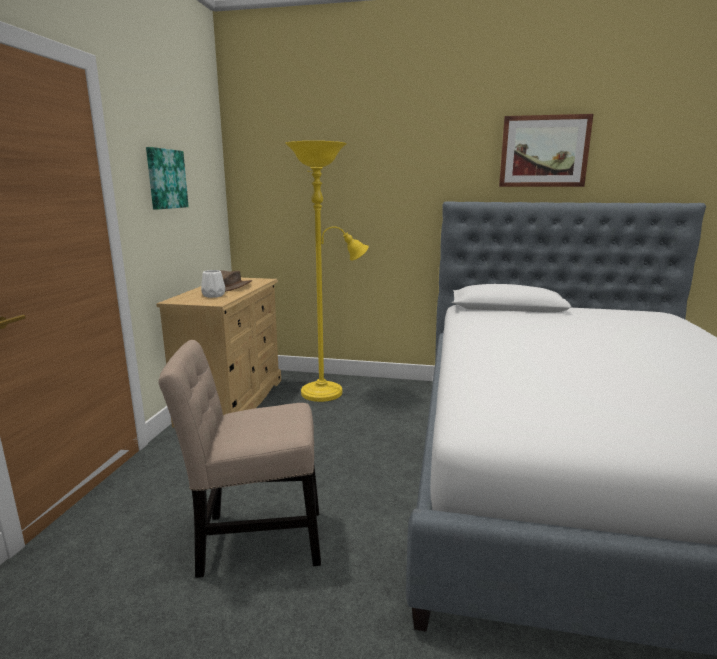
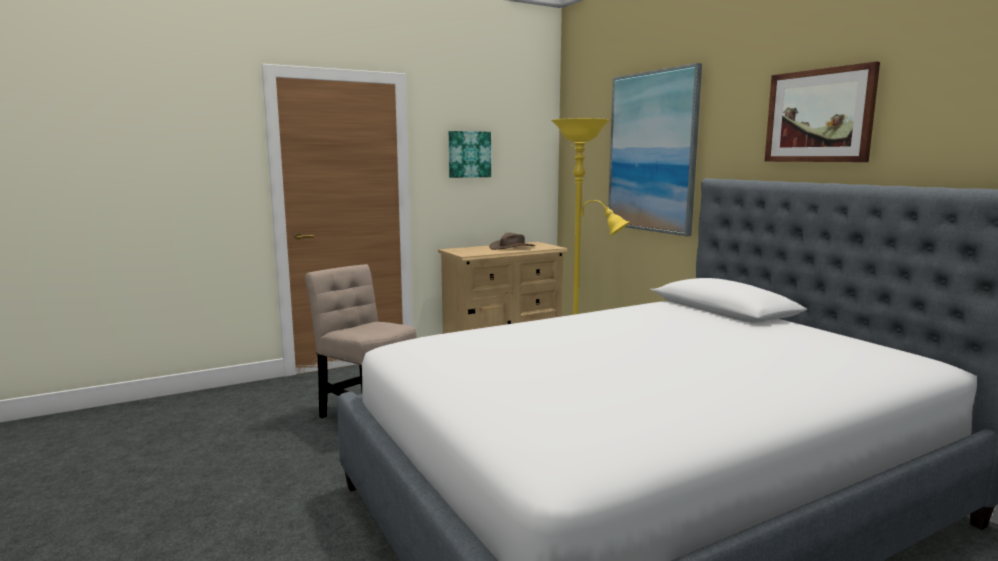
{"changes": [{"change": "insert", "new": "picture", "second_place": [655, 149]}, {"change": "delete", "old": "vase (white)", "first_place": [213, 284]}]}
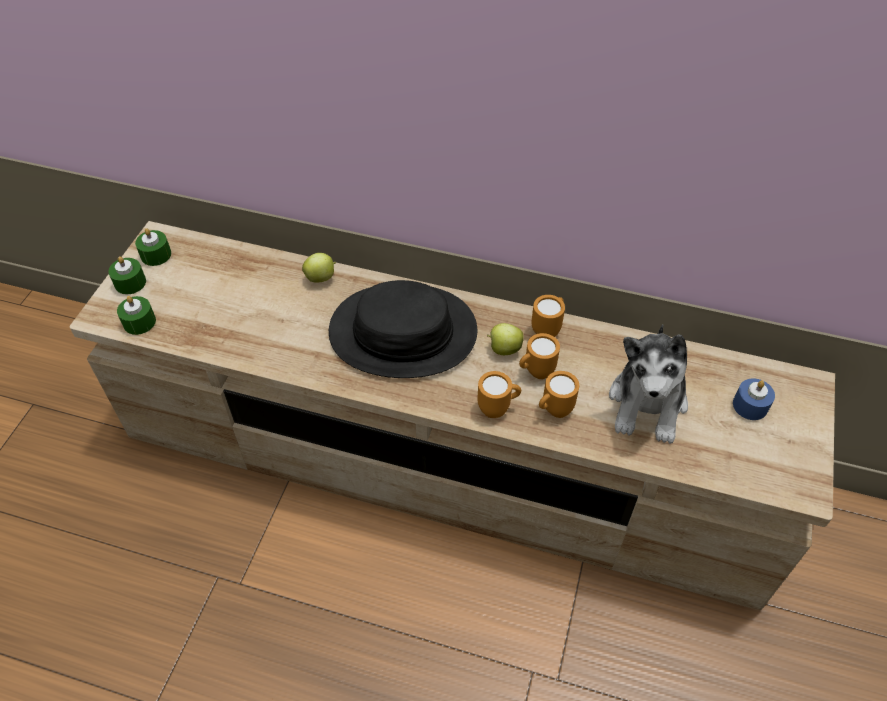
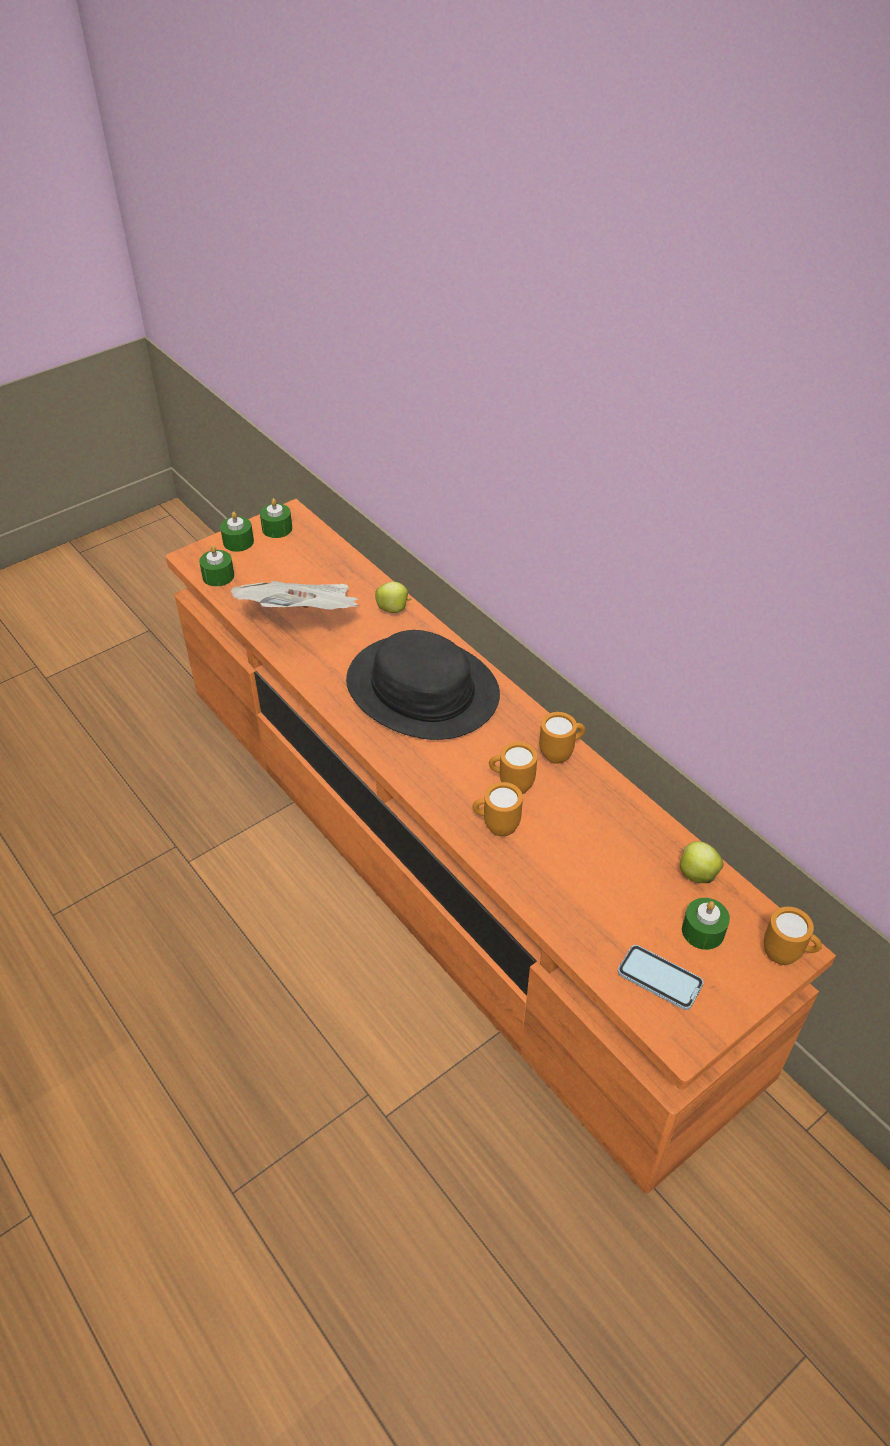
{"changes": [{"change": "recolor", "old": "tv stand (beige)", "new": "tv stand (orange)", "first_place": [452, 415], "second_place": [501, 846]}, {"change": "insert", "new": "newspaper", "second_place": [295, 595]}, {"change": "insert", "new": "phone", "second_place": [661, 977]}, {"change": "move", "old": "apple", "first_place": [505, 339], "second_place": [702, 862]}, {"change": "recolor", "old": "candle (blue)", "new": "candle (green)", "first_place": [754, 399], "second_place": [706, 924]}, {"change": "move", "old": "mug (orange)", "first_place": [499, 394], "second_place": [793, 936]}, {"change": "delete", "old": "plush toy", "first_place": [648, 384]}]}
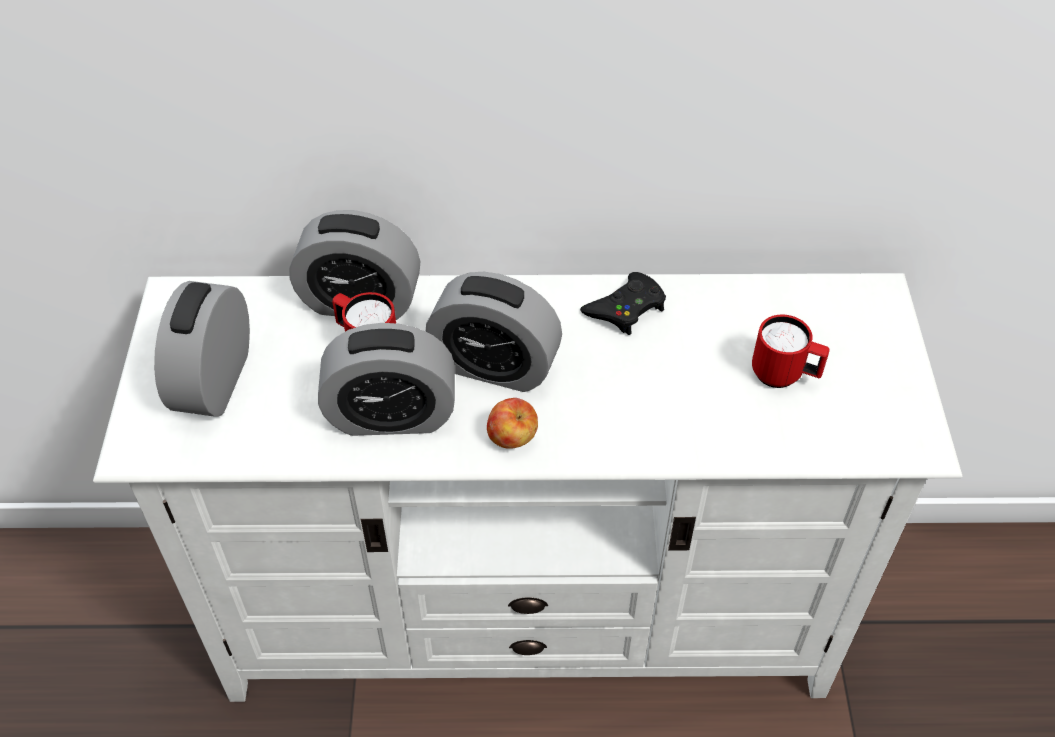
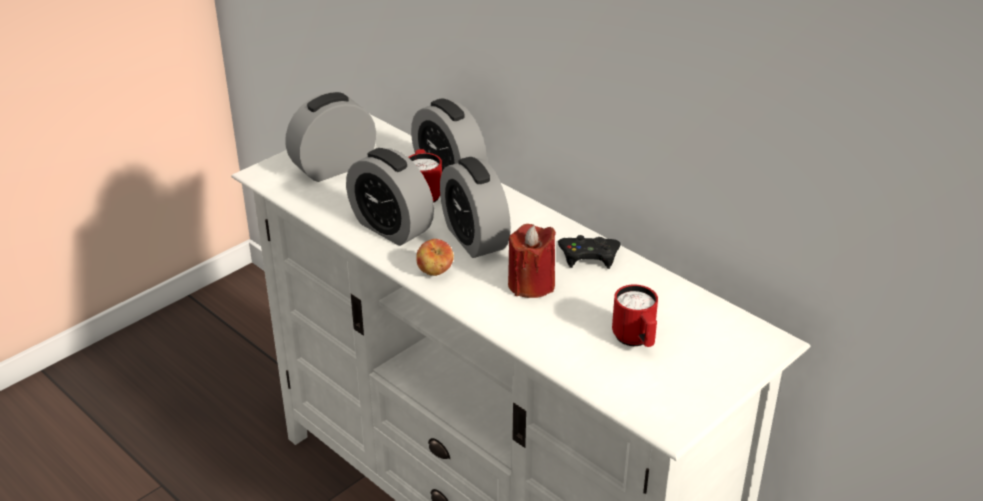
{"changes": [{"change": "insert", "new": "candle (red)", "second_place": [532, 261]}]}
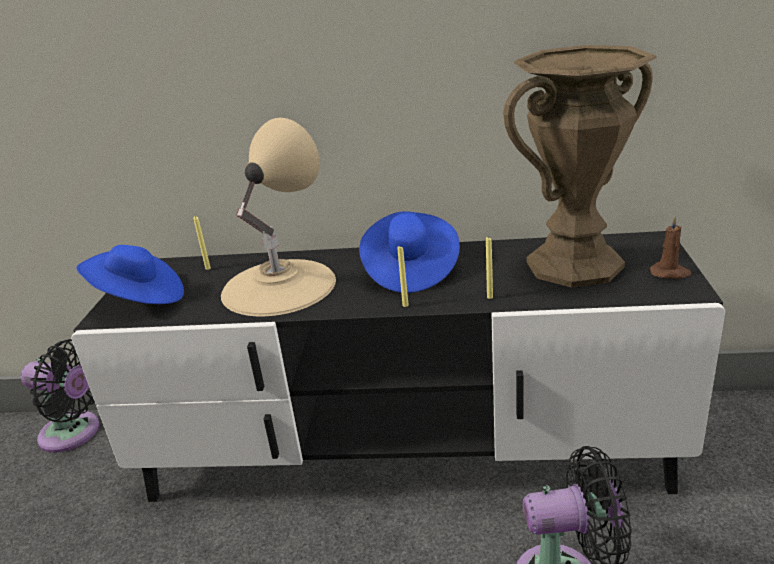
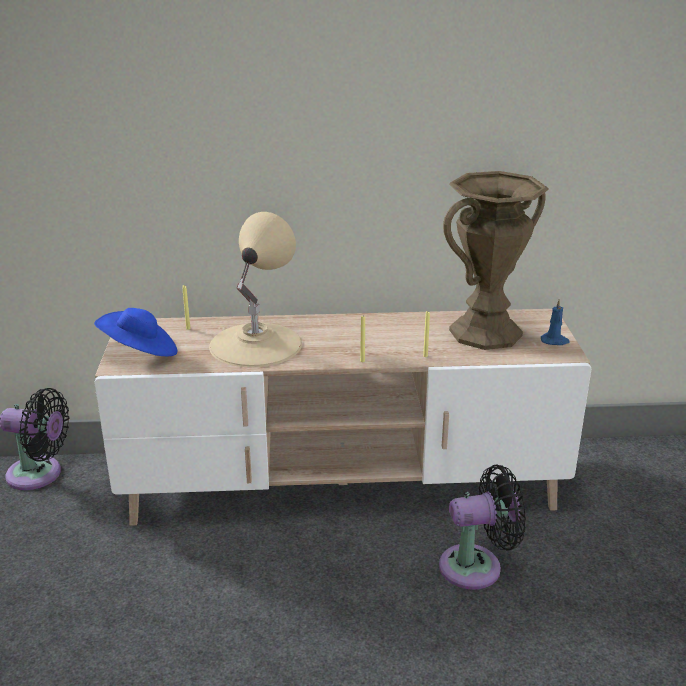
{"changes": [{"change": "recolor", "old": "tv stand (black)", "new": "tv stand (beige)", "first_place": [398, 366], "second_place": [342, 417]}, {"change": "recolor", "old": "candle (brown)", "new": "candle (blue)", "first_place": [670, 247], "second_place": [555, 322]}, {"change": "delete", "old": "hat (blue)", "first_place": [409, 252]}]}
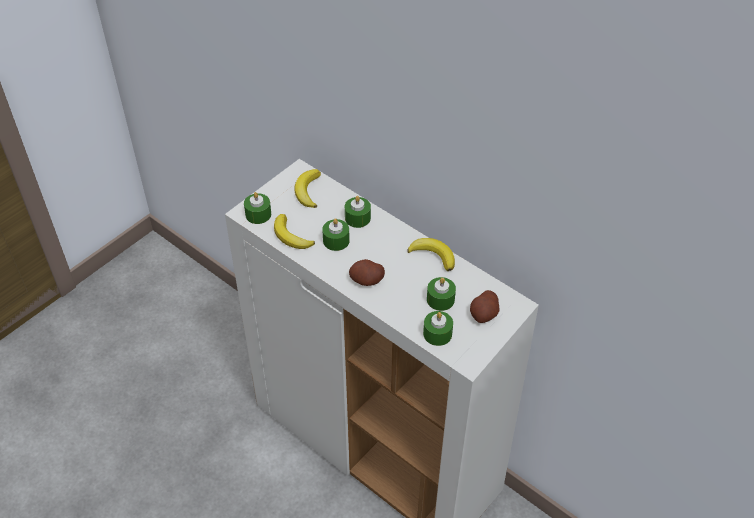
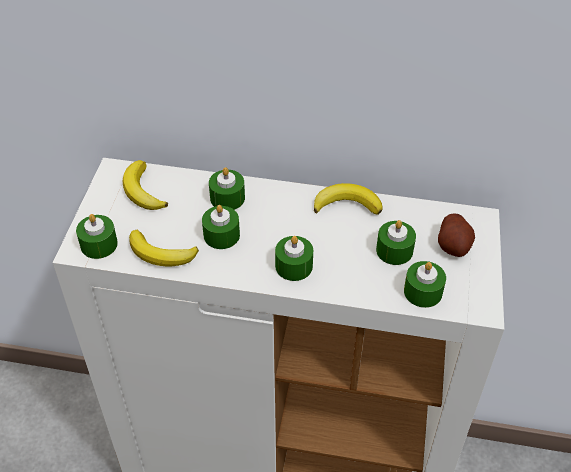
{"changes": [{"change": "replace", "old": "potato", "new": "candle (green)", "first_place": [367, 272], "second_place": [294, 258]}]}
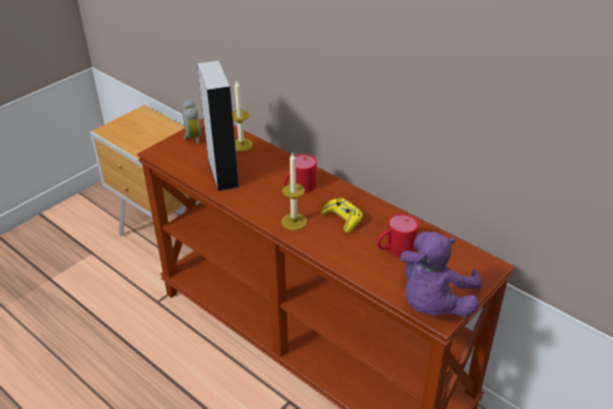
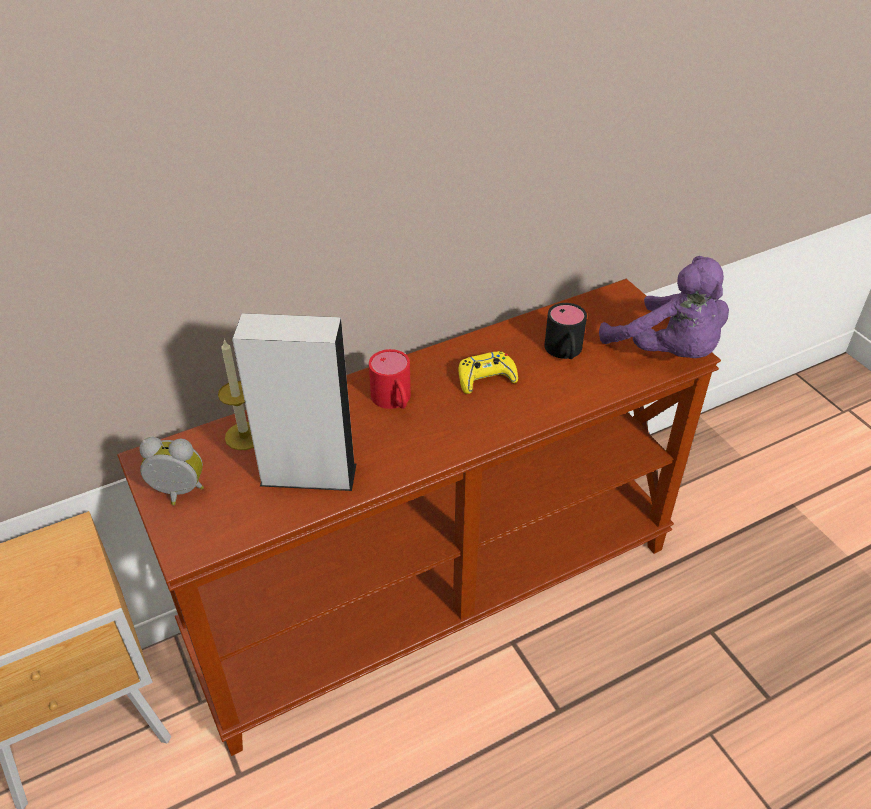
{"changes": [{"change": "recolor", "old": "mug (red)", "new": "mug (black)", "first_place": [398, 235], "second_place": [565, 331]}, {"change": "delete", "old": "candle", "first_place": [294, 191]}]}
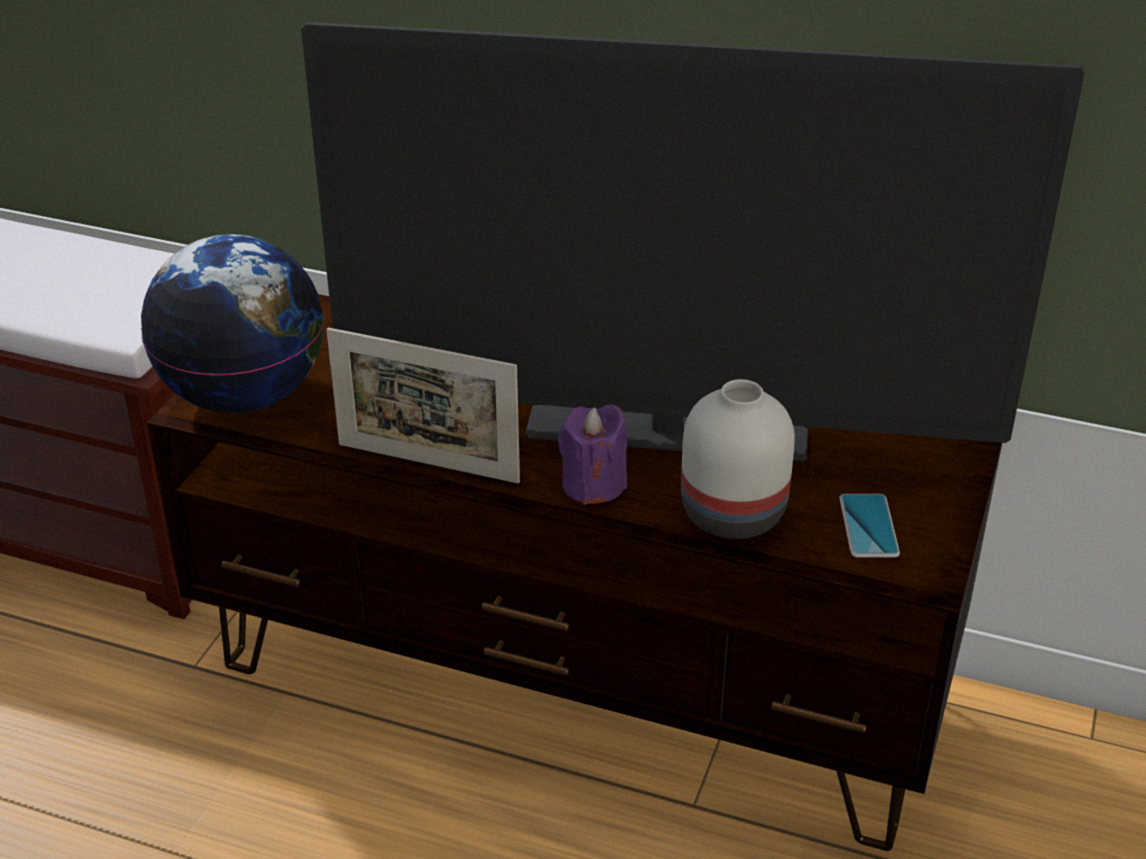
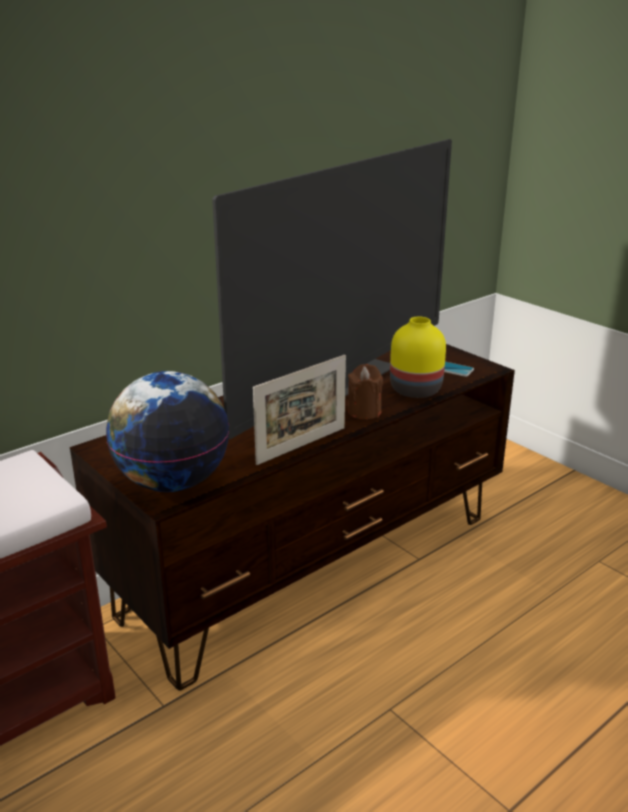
{"changes": [{"change": "recolor", "old": "candle (purple)", "new": "candle (brown)", "first_place": [592, 454], "second_place": [365, 391]}, {"change": "recolor", "old": "vase (white)", "new": "vase (yellow)", "first_place": [738, 459], "second_place": [418, 357]}]}
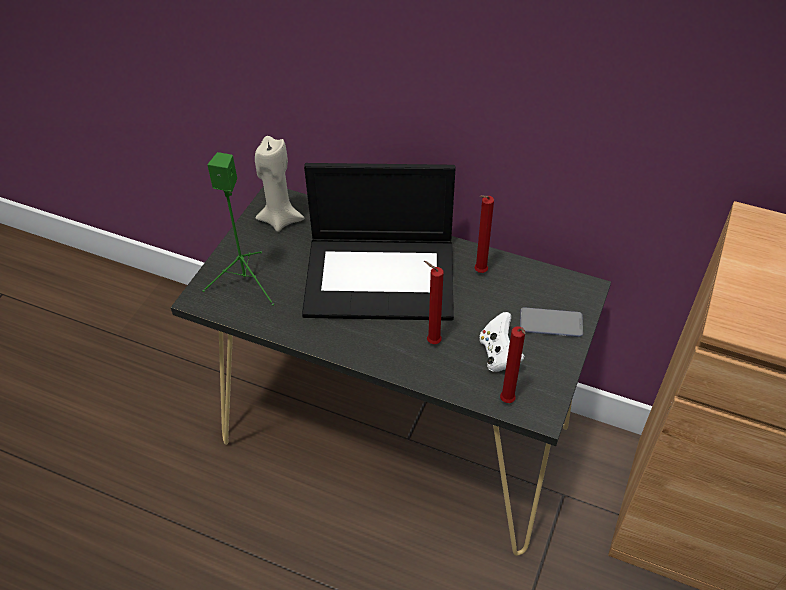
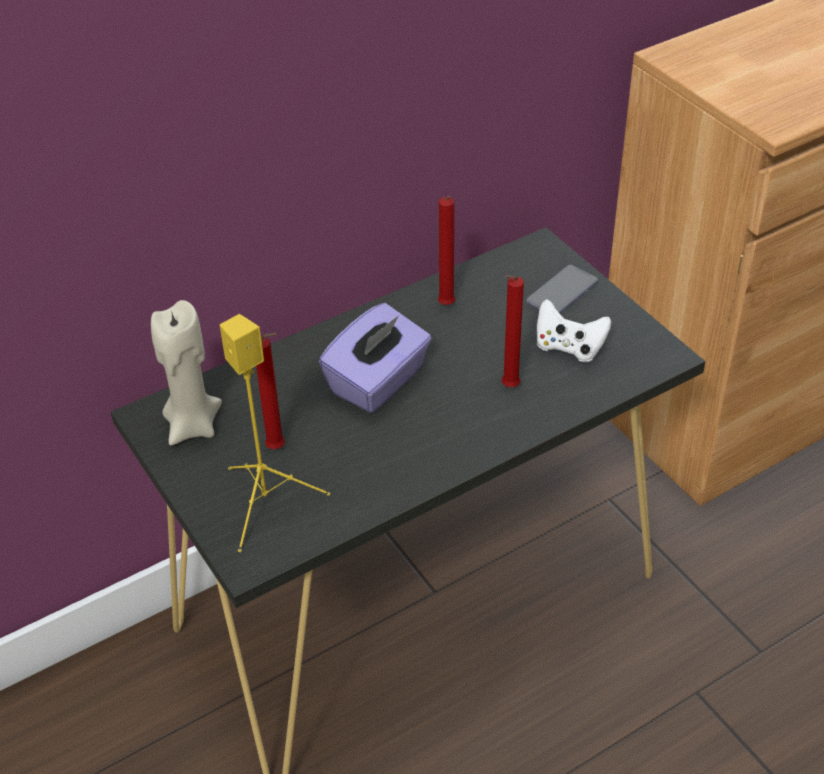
{"changes": [{"change": "recolor", "old": "speaker (green)", "new": "speaker (yellow)", "first_place": [238, 229], "second_place": [275, 433]}, {"change": "move", "old": "candle (red)", "first_place": [512, 364], "second_place": [270, 391]}, {"change": "replace", "old": "laptop", "new": "tissue box (purple)", "first_place": [378, 242], "second_place": [375, 358]}]}
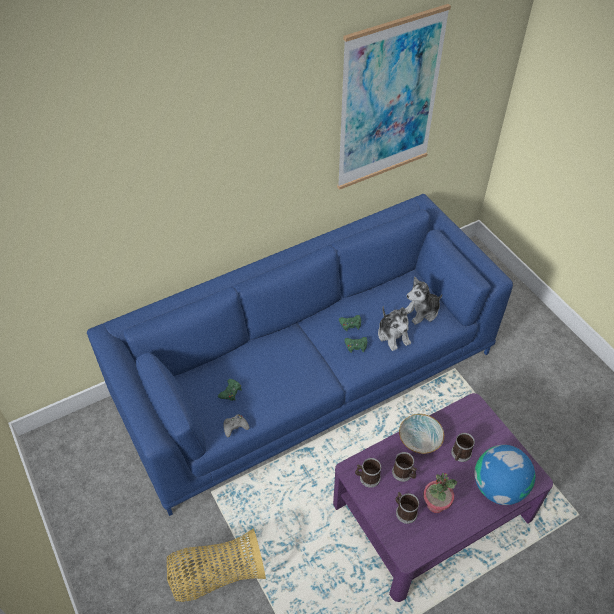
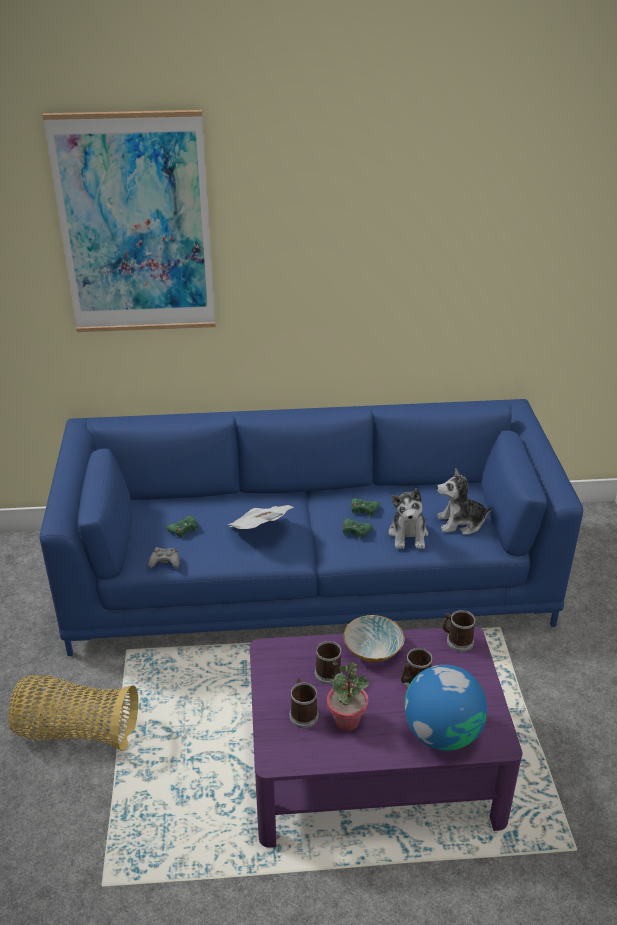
{"changes": [{"change": "move", "old": "picture", "first_place": [394, 97], "second_place": [129, 221]}, {"change": "insert", "new": "newspaper", "second_place": [260, 517]}, {"change": "move", "old": "mug", "first_place": [368, 473], "second_place": [458, 631]}]}
